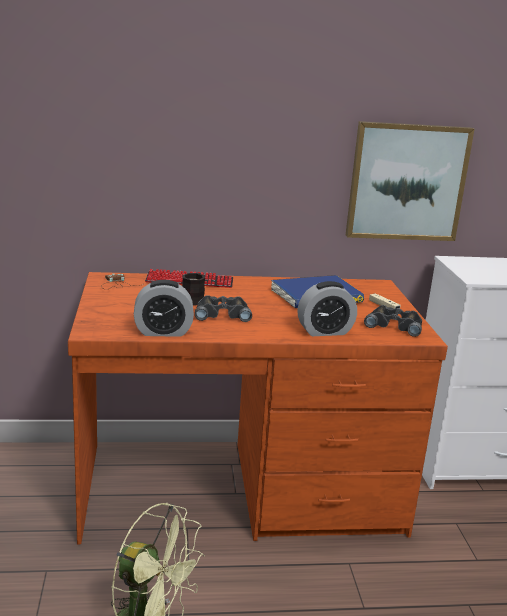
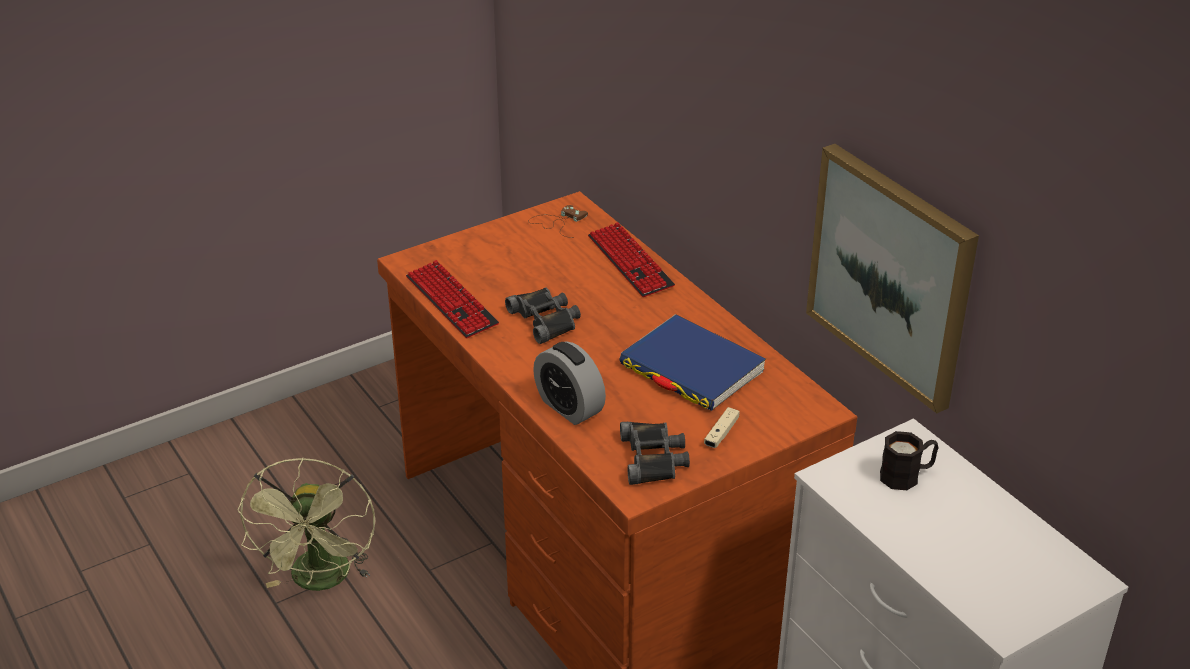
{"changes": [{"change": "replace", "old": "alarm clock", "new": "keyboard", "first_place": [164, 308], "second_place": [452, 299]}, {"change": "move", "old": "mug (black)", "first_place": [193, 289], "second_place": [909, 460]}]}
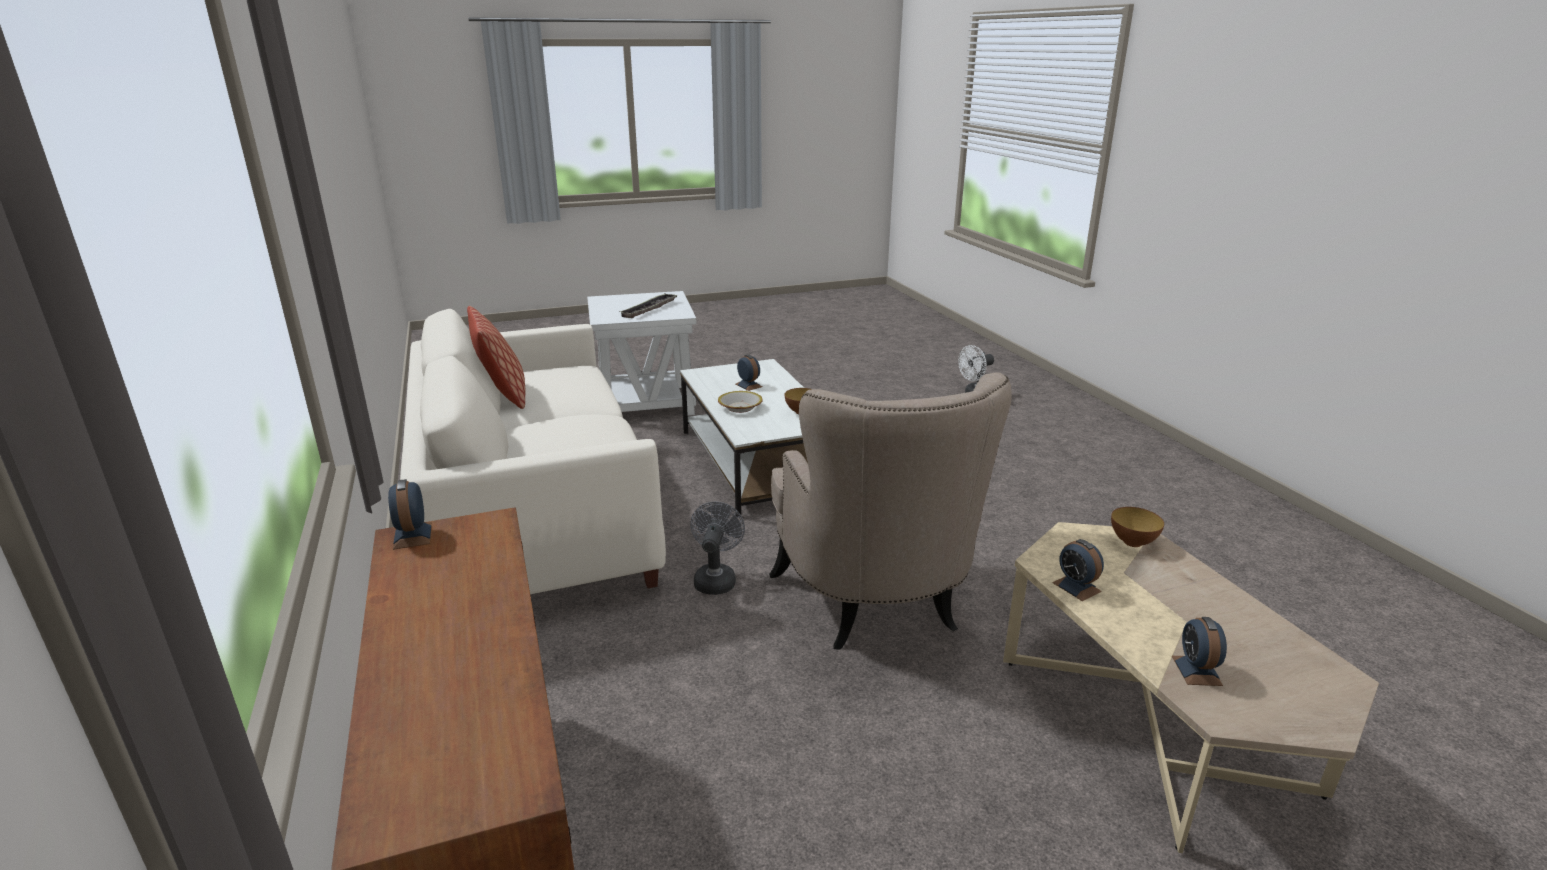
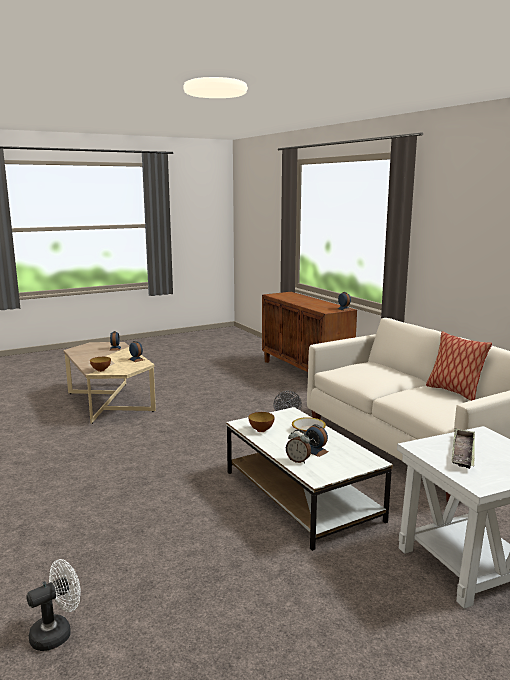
{"changes": [{"change": "insert", "new": "alarm clock", "second_place": [298, 446]}, {"change": "delete", "old": "armchair (beige)", "first_place": [890, 511]}]}
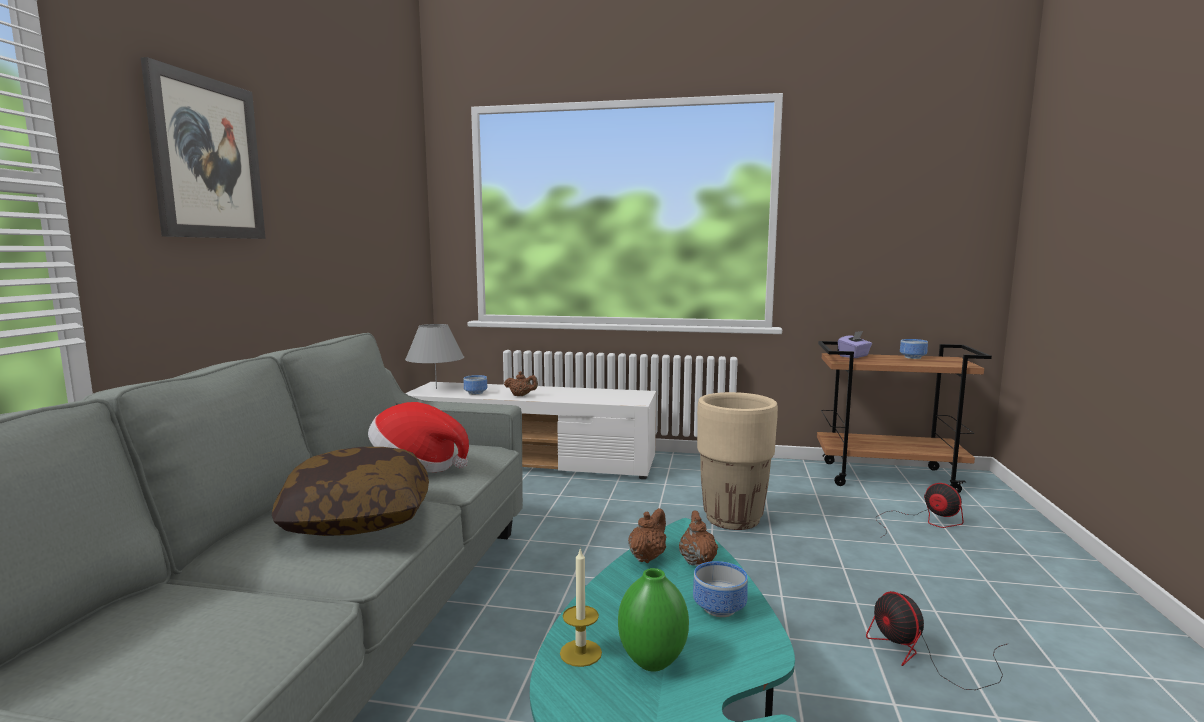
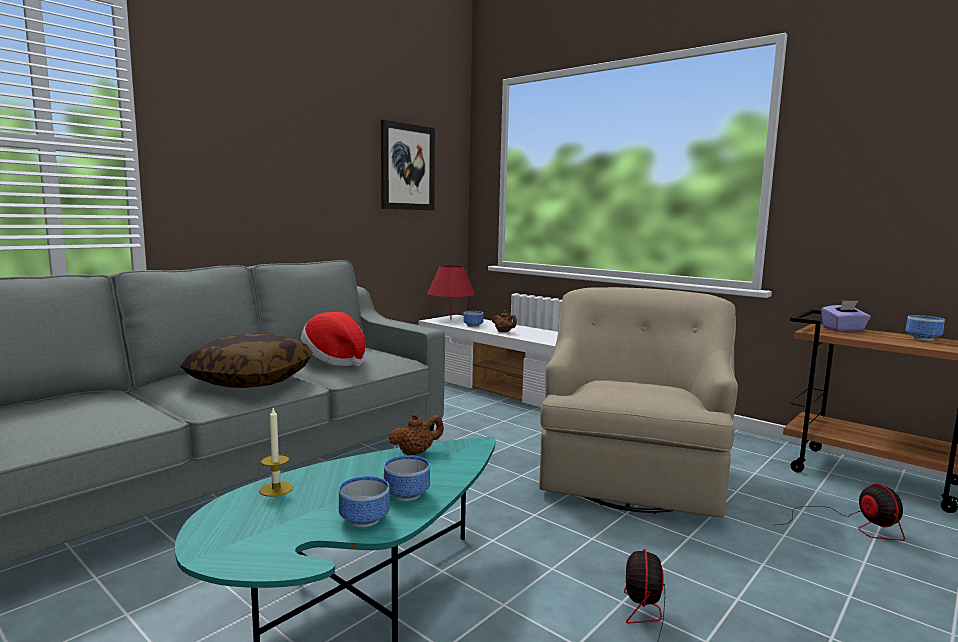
{"changes": [{"change": "insert", "new": "bowl", "second_place": [364, 501]}, {"change": "move", "old": "picture", "first_place": [203, 148], "second_place": [408, 165]}, {"change": "recolor", "old": "table lamp (grey)", "new": "table lamp (red)", "first_place": [434, 356], "second_place": [451, 292]}, {"change": "replace", "old": "planter (beige)", "new": "armchair (beige)", "first_place": [737, 461], "second_place": [638, 402]}, {"change": "delete", "old": "vase (green)", "first_place": [653, 619]}, {"change": "delete", "old": "teapot (brown)", "first_place": [698, 539]}]}
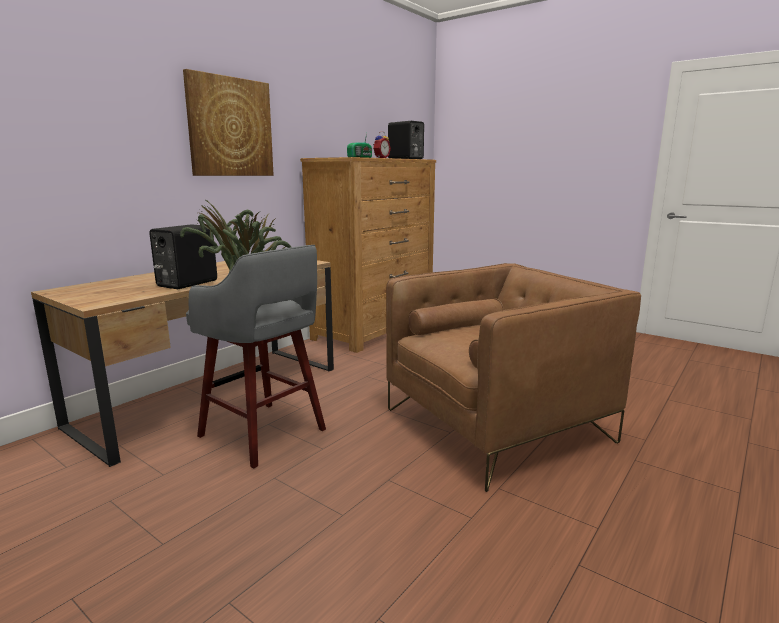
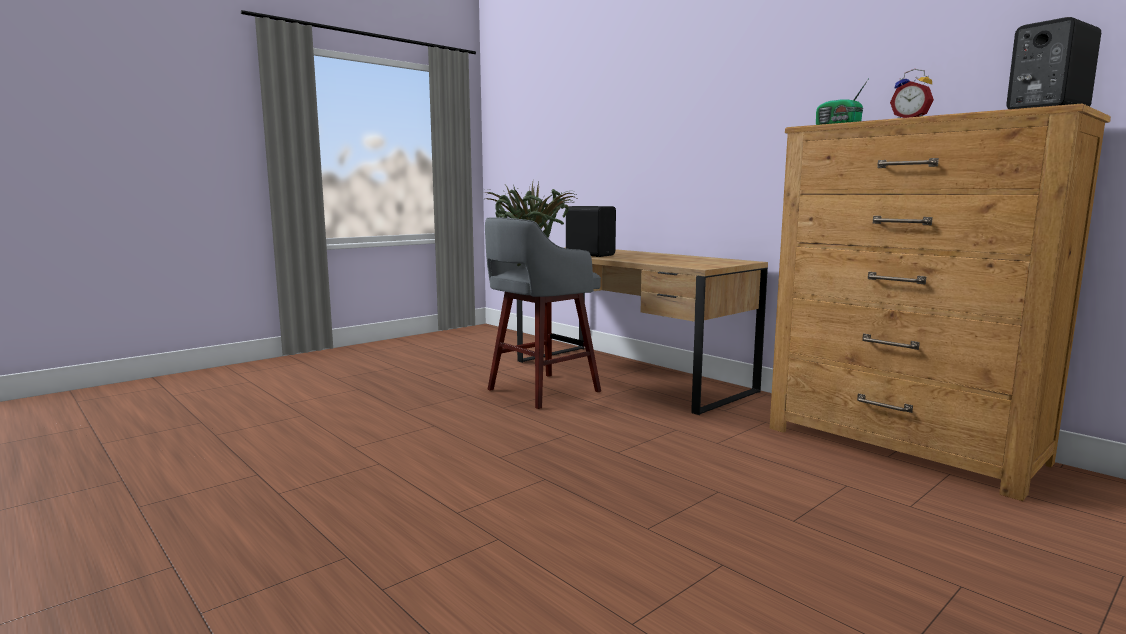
{"changes": [{"change": "delete", "old": "picture", "first_place": [228, 122]}, {"change": "delete", "old": "armchair (brown)", "first_place": [513, 377]}]}
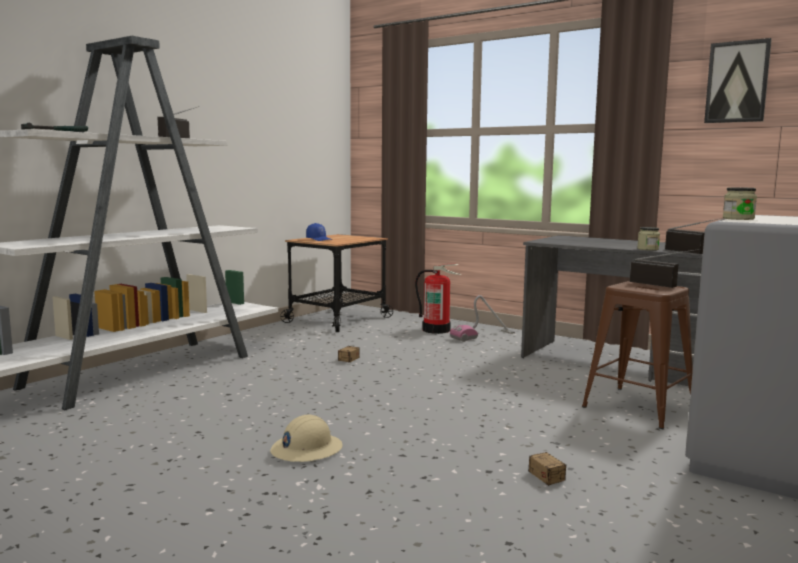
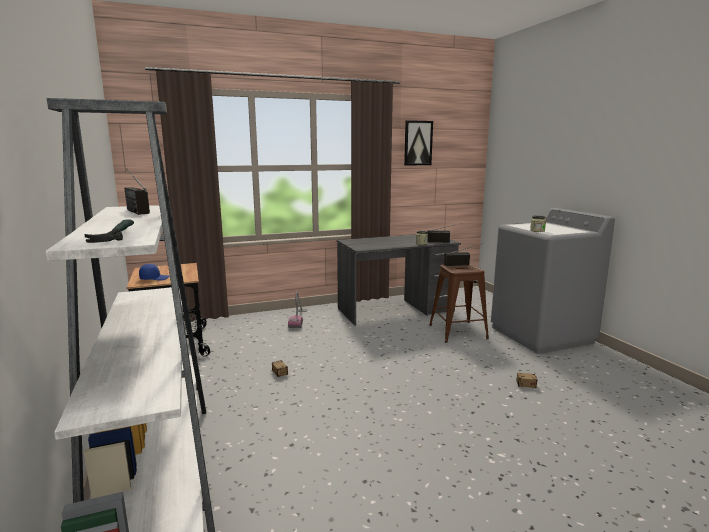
{"changes": [{"change": "delete", "old": "hard hat (beige)", "first_place": [306, 438]}, {"change": "delete", "old": "fire extinguisher", "first_place": [438, 299]}]}
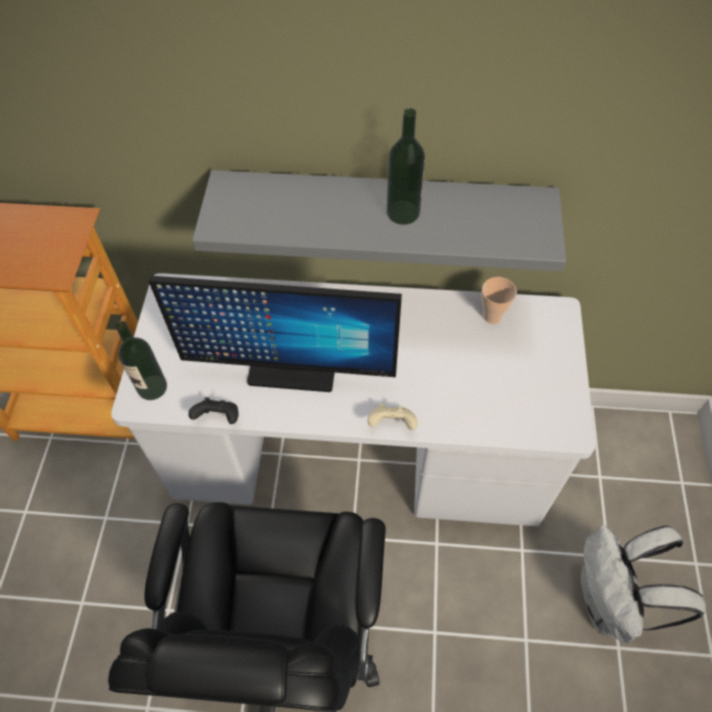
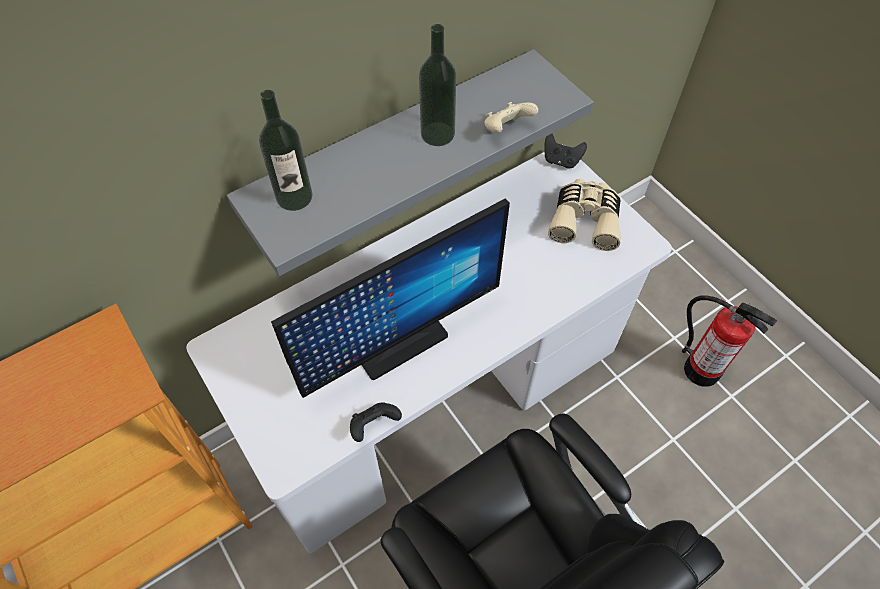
{"changes": [{"change": "move", "old": "bottle", "first_place": [141, 360], "second_place": [285, 150]}, {"change": "move", "old": "game controller (beige)", "first_place": [392, 417], "second_place": [511, 117]}, {"change": "insert", "new": "game controller (black)", "second_place": [565, 151]}, {"change": "insert", "new": "binoculars (beige)", "second_place": [584, 215]}, {"change": "replace", "old": "backpack (white)", "new": "fire extinguisher", "first_place": [643, 584], "second_place": [729, 341]}, {"change": "delete", "old": "cup", "first_place": [499, 300]}]}
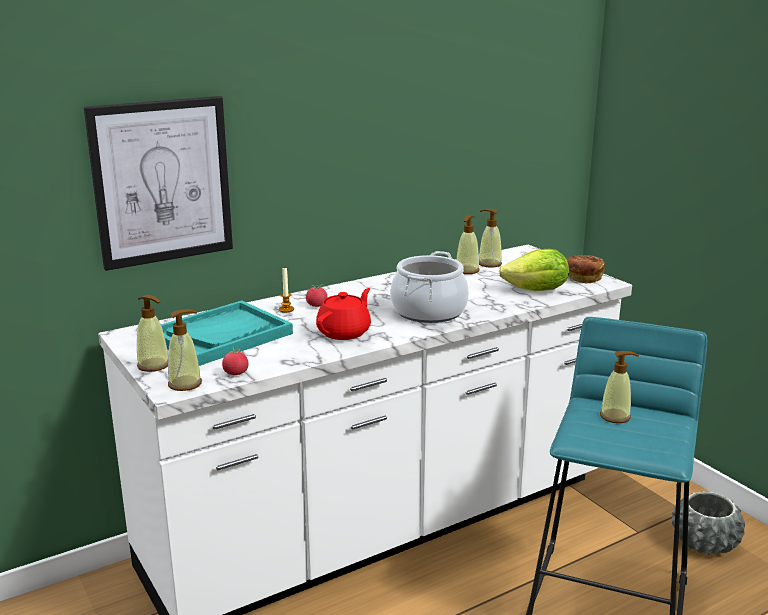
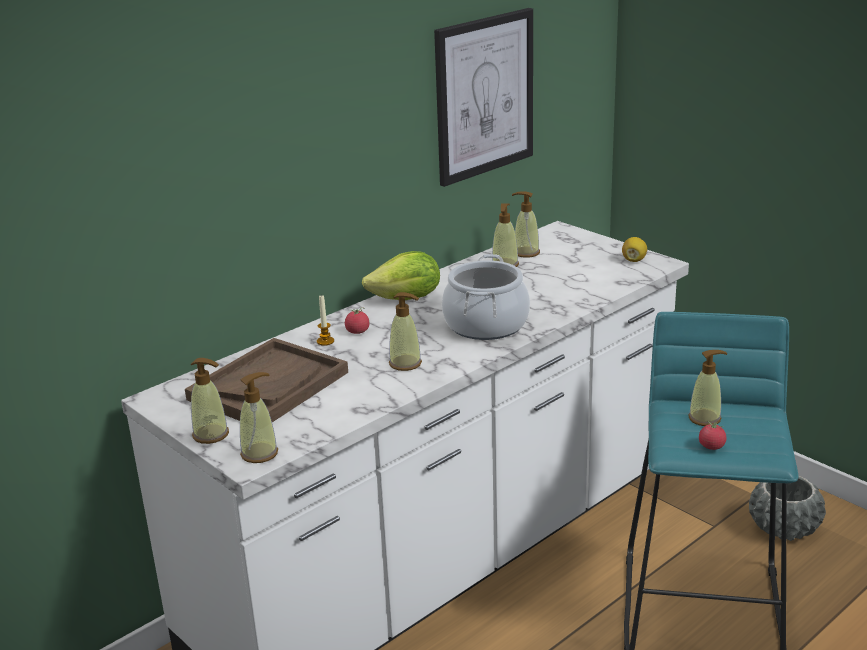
{"changes": [{"change": "recolor", "old": "tray (turquoise)", "new": "tray (brown)", "first_place": [227, 333], "second_place": [266, 380]}, {"change": "move", "old": "lettuce", "first_place": [534, 270], "second_place": [401, 275]}, {"change": "replace", "old": "teapot (red)", "new": "soap dispenser", "first_place": [343, 314], "second_place": [405, 331]}, {"change": "move", "old": "picture", "first_place": [158, 183], "second_place": [483, 97]}, {"change": "replace", "old": "bread", "new": "lemon", "first_place": [585, 269], "second_place": [634, 249]}, {"change": "move", "old": "tomato", "first_place": [235, 361], "second_place": [712, 435]}]}
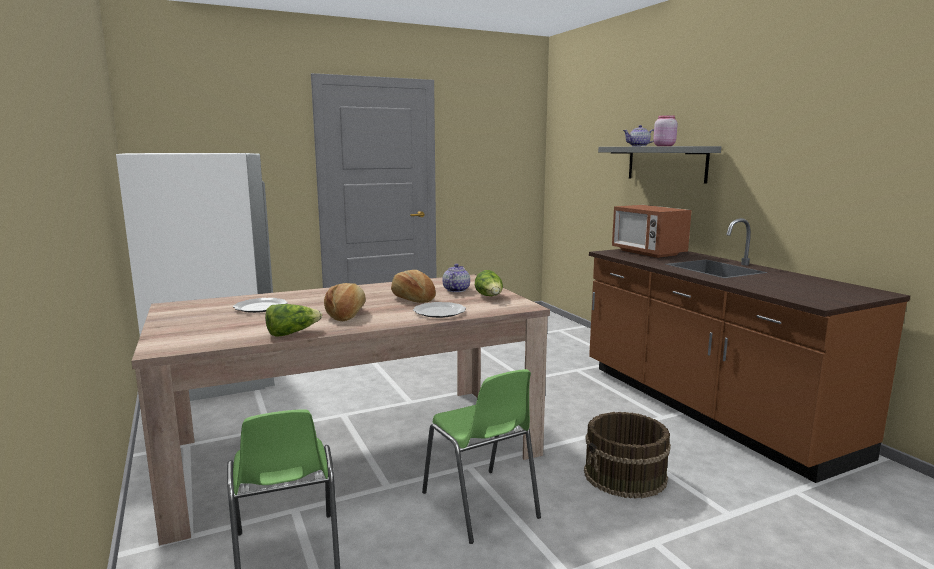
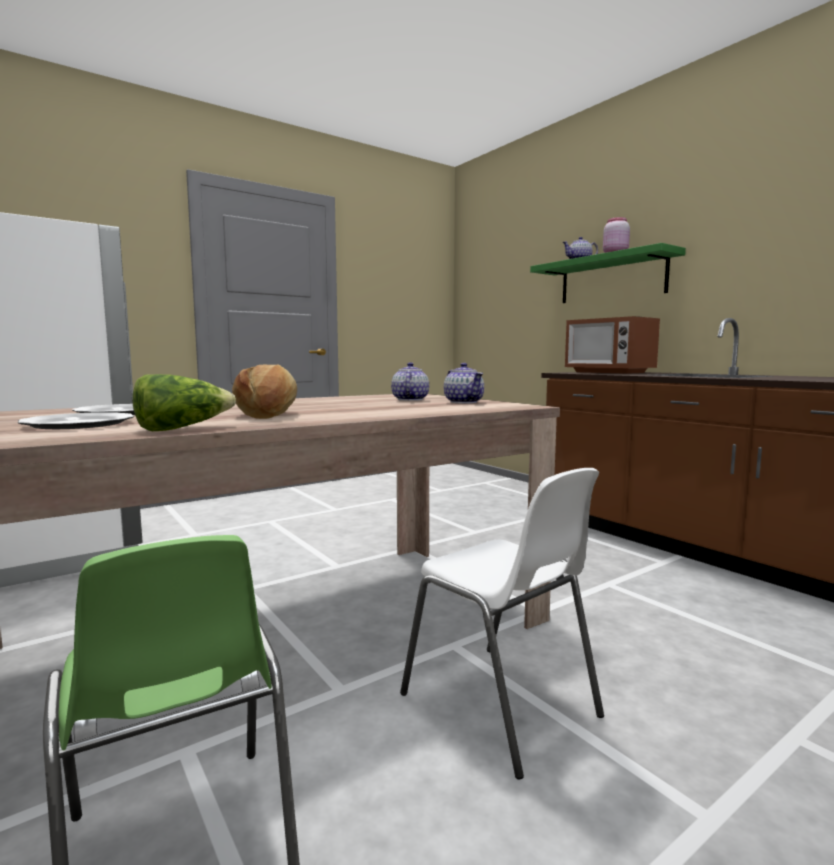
{"changes": [{"change": "move", "old": "plate", "first_place": [439, 310], "second_place": [75, 420]}, {"change": "recolor", "old": "chair (green)", "new": "chair (white)", "first_place": [481, 456], "second_place": [502, 623]}, {"change": "replace", "old": "lettuce", "new": "teapot", "first_place": [489, 283], "second_place": [464, 383]}, {"change": "recolor", "old": "shelf (grey)", "new": "shelf (green)", "first_place": [659, 165], "second_place": [608, 273]}, {"change": "delete", "old": "bread", "first_place": [413, 286]}, {"change": "delete", "old": "bucket (brown)", "first_place": [627, 455]}]}
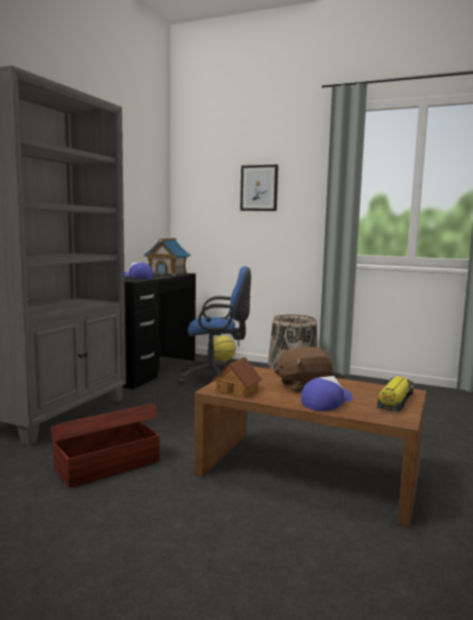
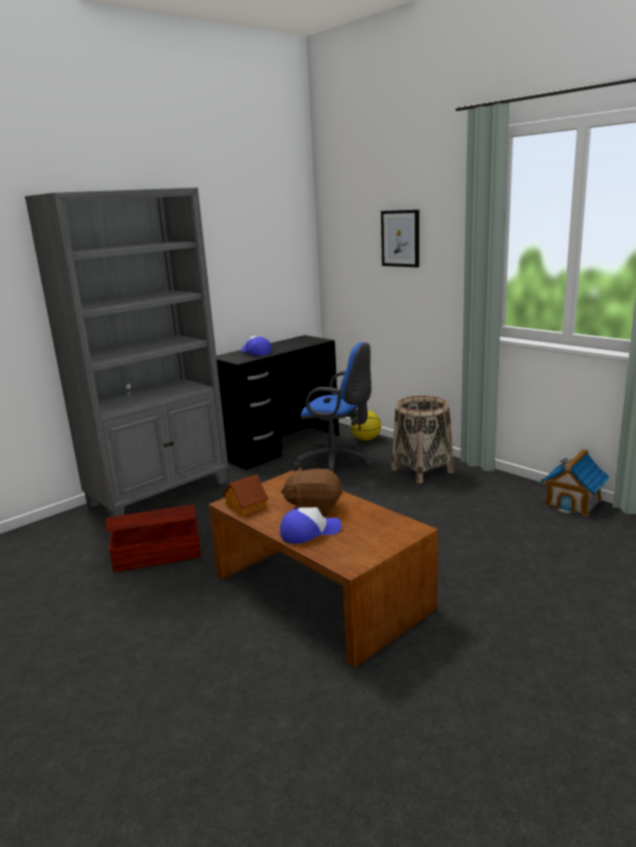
{"changes": [{"change": "move", "old": "toy house", "first_place": [167, 256], "second_place": [575, 483]}, {"change": "delete", "old": "toy truck", "first_place": [395, 394]}]}
